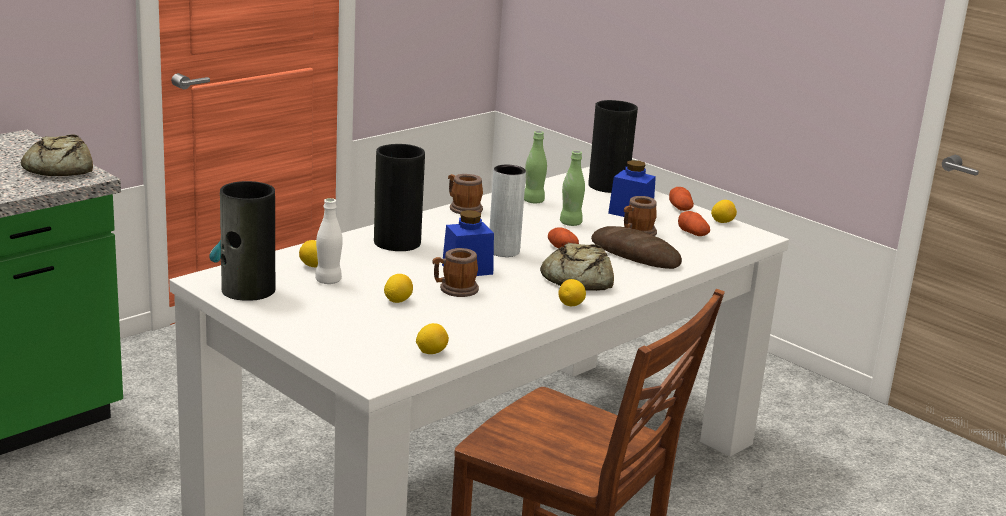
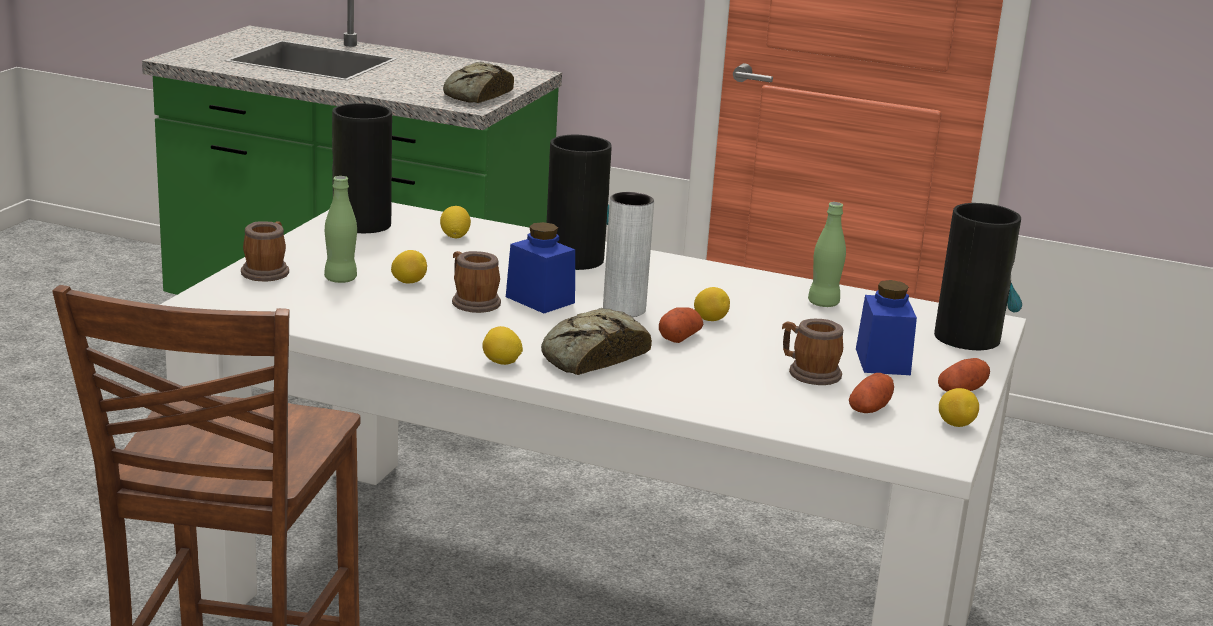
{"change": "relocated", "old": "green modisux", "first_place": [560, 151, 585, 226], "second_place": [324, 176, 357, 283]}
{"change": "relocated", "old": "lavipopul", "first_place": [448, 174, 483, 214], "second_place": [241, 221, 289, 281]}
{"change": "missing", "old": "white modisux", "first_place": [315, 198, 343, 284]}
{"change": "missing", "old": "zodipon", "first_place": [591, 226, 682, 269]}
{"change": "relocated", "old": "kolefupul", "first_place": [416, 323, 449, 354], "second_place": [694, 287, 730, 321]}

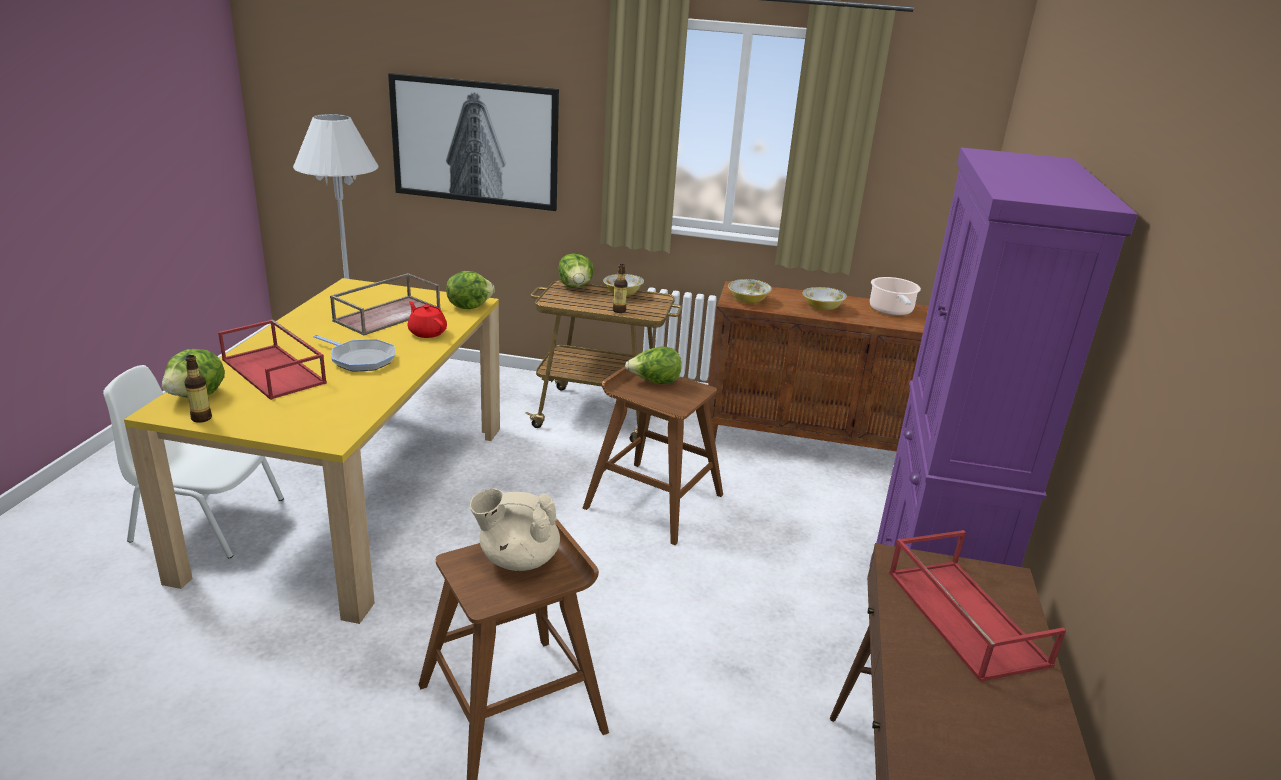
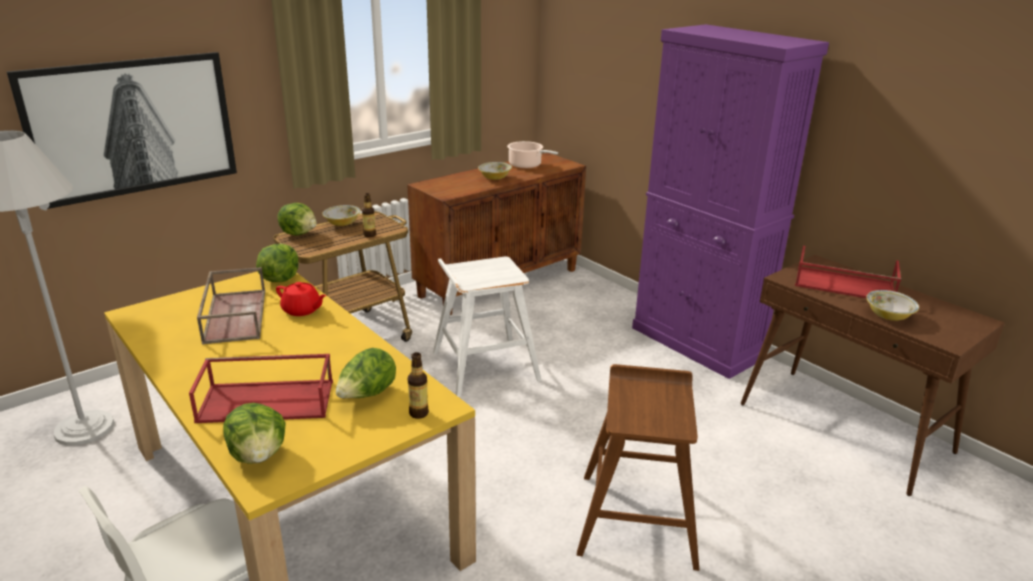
{"change": "relocated", "old": "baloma", "first_place": [728, 279, 772, 303], "second_place": [866, 290, 919, 321]}
{"change": "spun", "old": "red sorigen", "first_place": [408, 301, 447, 338], "second_place": [276, 282, 327, 316], "degrees": -150}
{"change": "missing", "old": "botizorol", "first_place": [313, 335, 395, 372]}
{"change": "relocated", "old": "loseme", "first_place": [625, 347, 681, 384], "second_place": [336, 348, 396, 398]}
{"change": "relocated", "old": "modisux", "first_place": [184, 355, 212, 423], "second_place": [408, 352, 429, 419]}
{"change": "colour", "old": "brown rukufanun", "new": "white rukufanun", "first_place": [583, 366, 723, 545], "second_place": [433, 257, 542, 397]}
{"change": "missing", "old": "beige sorigen", "first_place": [470, 488, 560, 571]}

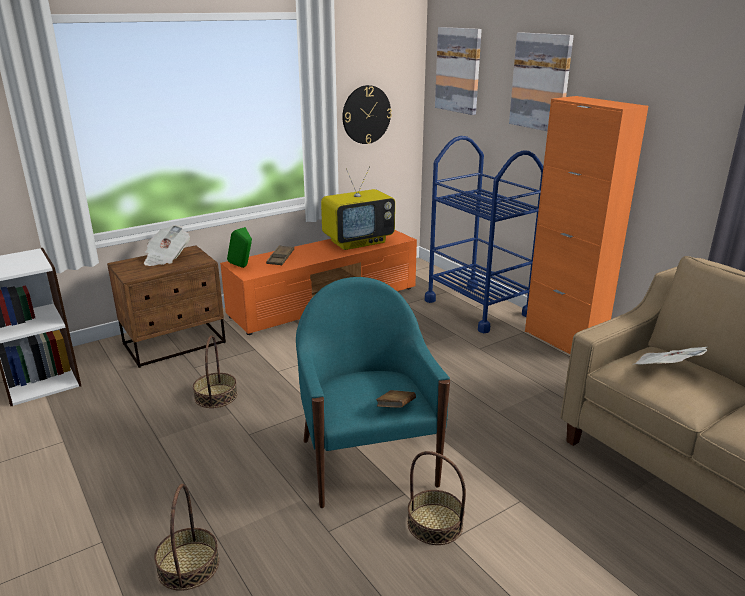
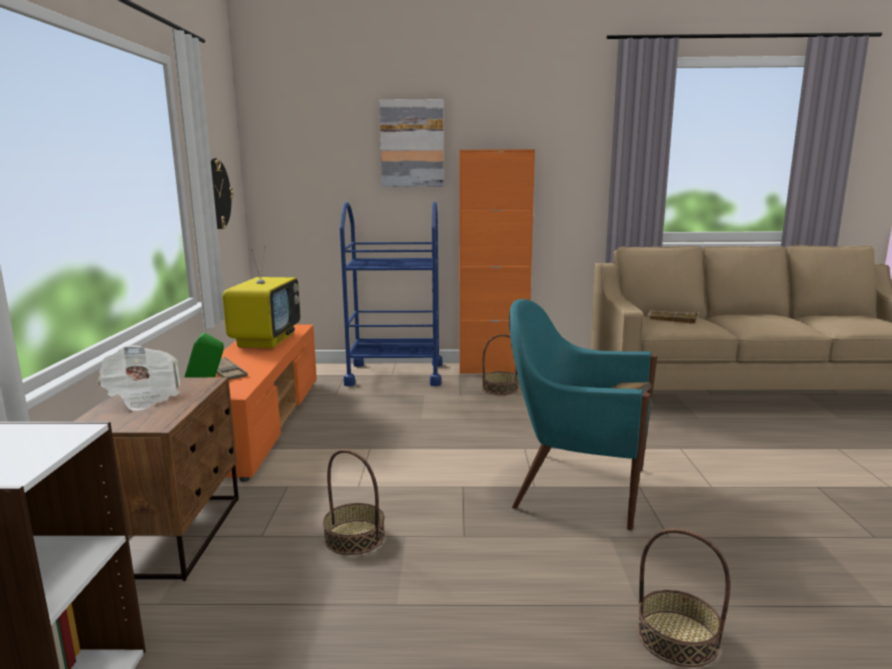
{"change": "missing", "old": "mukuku", "first_place": [435, 27, 482, 115]}
{"change": "exchanged", "old": "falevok", "new": "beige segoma", "first_place": [632, 347, 707, 365], "second_place": [648, 310, 700, 324]}
{"change": "relocated", "old": "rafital", "first_place": [407, 451, 466, 545], "second_place": [482, 334, 519, 395]}

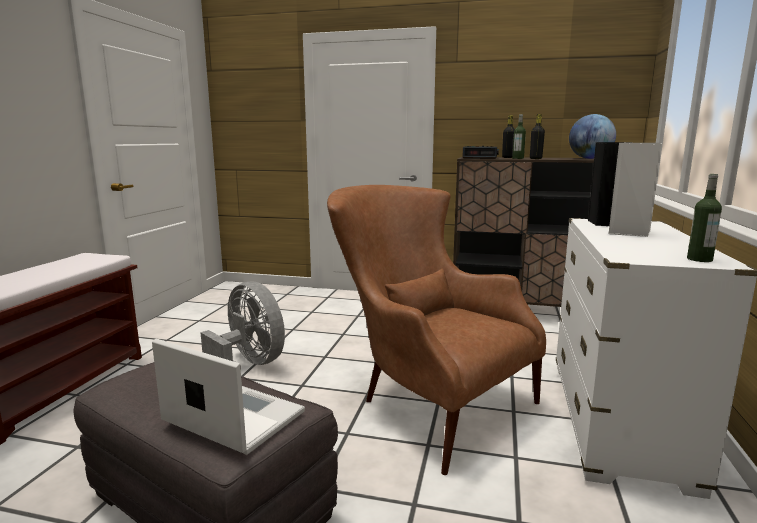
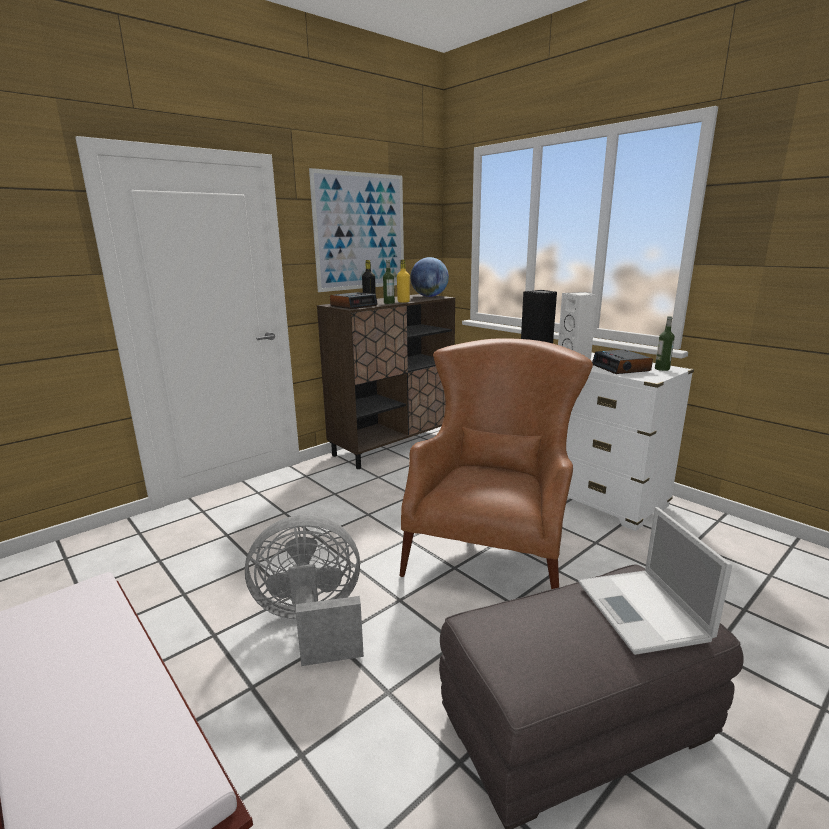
{"change": "colour", "old": "black modisux", "new": "yellow modisux", "first_place": [530, 114, 545, 159], "second_place": [397, 259, 410, 303]}
{"change": "spun", "old": "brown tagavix", "first_place": [327, 185, 546, 475], "second_place": [400, 338, 593, 589], "degrees": 120}
{"change": "spun", "old": "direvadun", "first_place": [152, 339, 305, 455], "second_place": [578, 507, 732, 655], "degrees": -75}
{"change": "appeared", "new": "mukuku", "second_place": [309, 168, 404, 292]}
{"change": "appeared", "new": "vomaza", "second_place": [592, 350, 653, 374]}

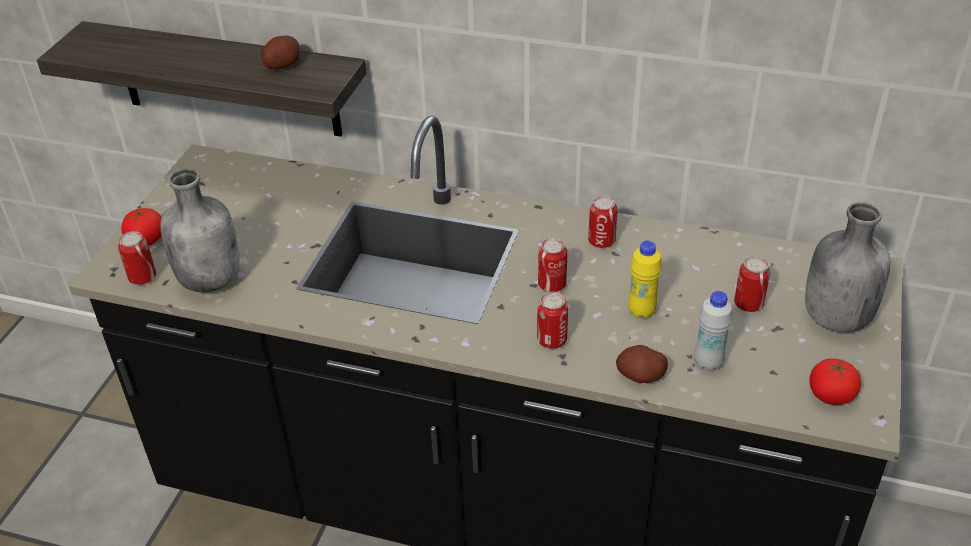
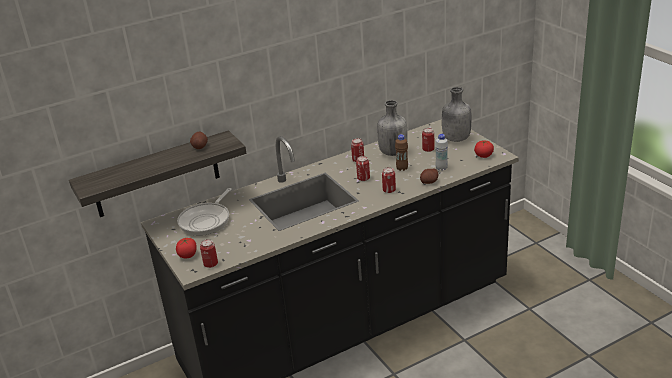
{"change": "relocated", "old": "grey modisux", "first_place": [160, 168, 240, 292], "second_place": [377, 100, 408, 156]}
{"change": "colour", "old": "yellow modisux", "new": "brown modisux", "first_place": [628, 241, 662, 319], "second_place": [395, 134, 408, 171]}
{"change": "appeared", "new": "botizorol", "second_place": [177, 188, 232, 236]}

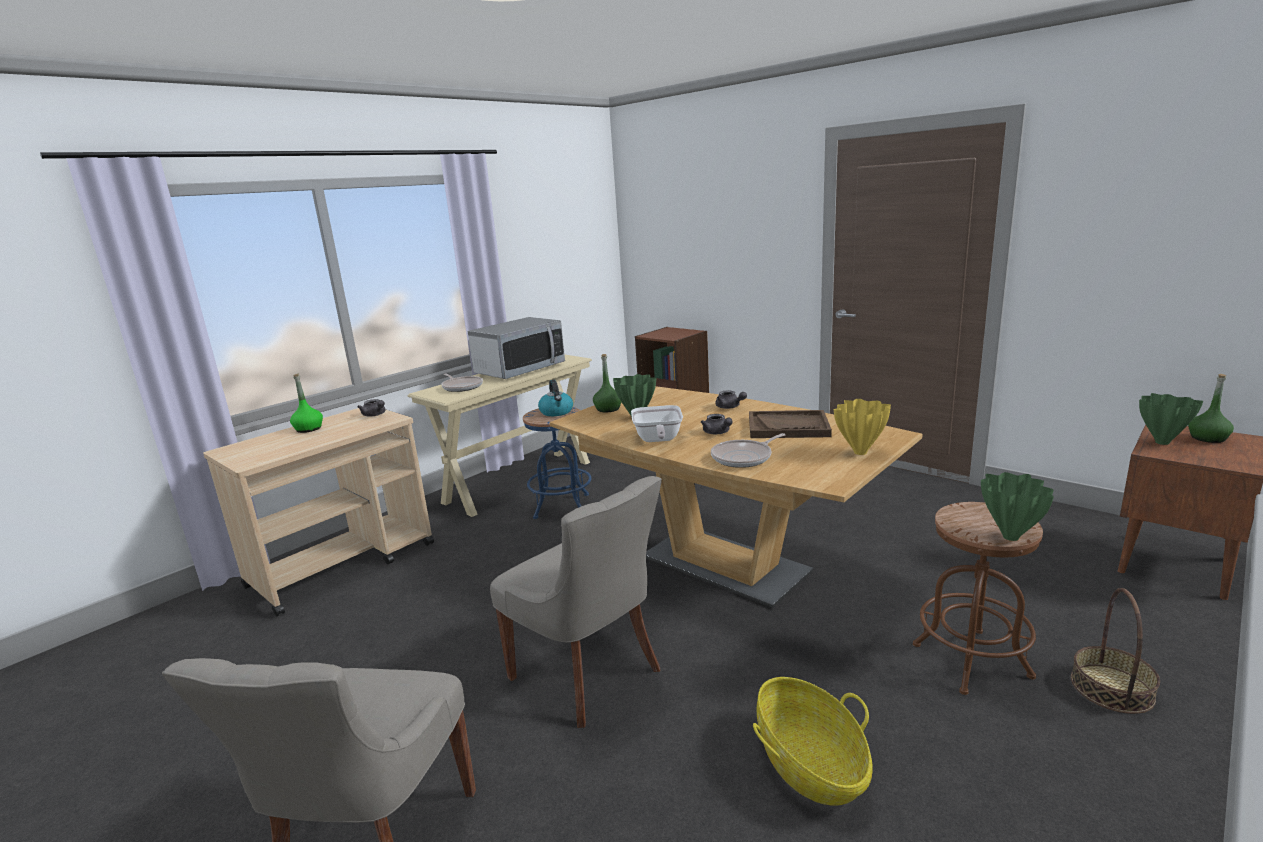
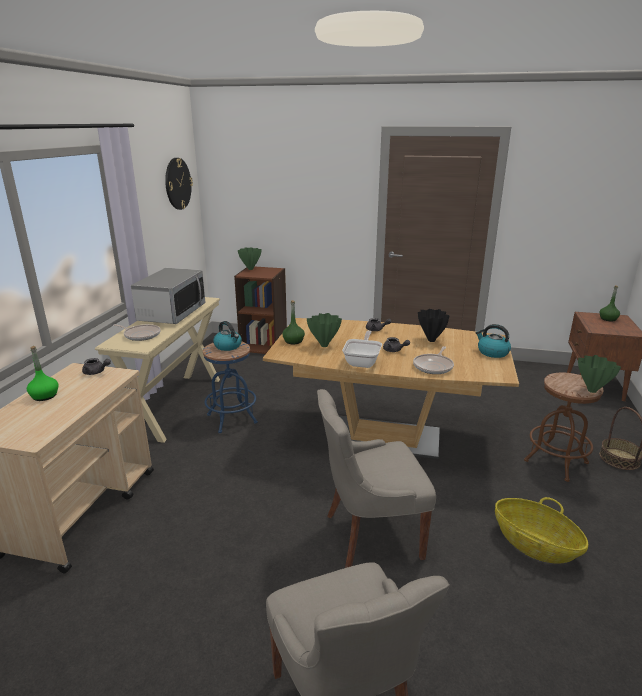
{"change": "relocated", "old": "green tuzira", "first_place": [1139, 393, 1203, 445], "second_place": [238, 247, 262, 270]}
{"change": "exchanged", "old": "yellow tuzira", "new": "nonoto", "first_place": [834, 399, 891, 455], "second_place": [476, 324, 511, 358]}
{"change": "spun", "old": "botizorol", "first_place": [631, 405, 683, 442], "second_place": [342, 331, 382, 368], "degrees": -135}
{"change": "exchanged", "old": "brown segoma", "new": "black tuzira", "first_place": [749, 410, 832, 438], "second_place": [418, 309, 450, 342]}
{"change": "spun", "old": "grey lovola", "first_place": [490, 476, 662, 728], "second_place": [317, 389, 436, 568], "degrees": 150}
{"change": "appeared", "new": "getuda", "second_place": [165, 158, 193, 210]}

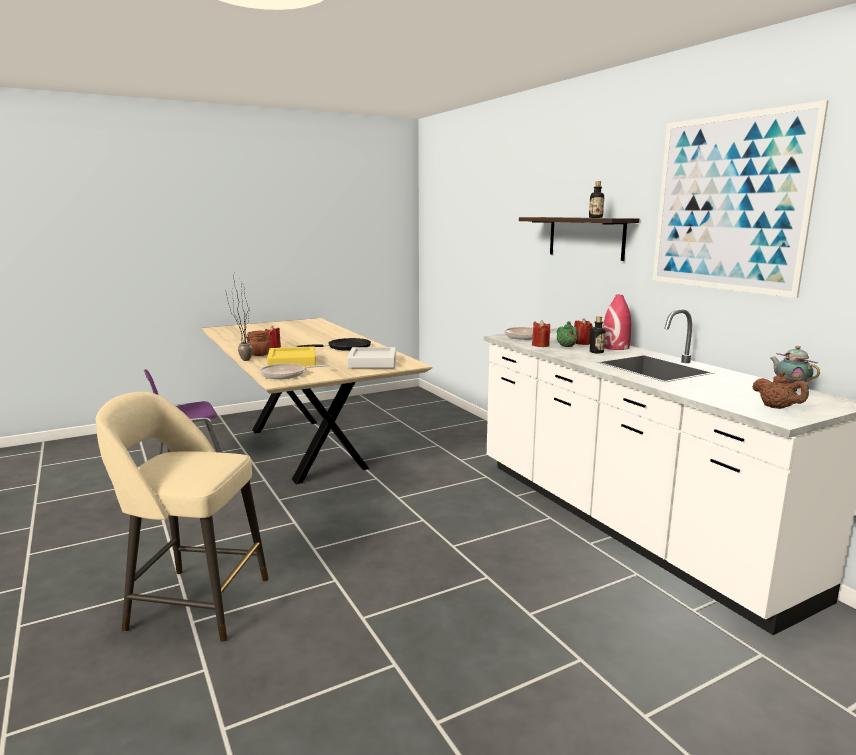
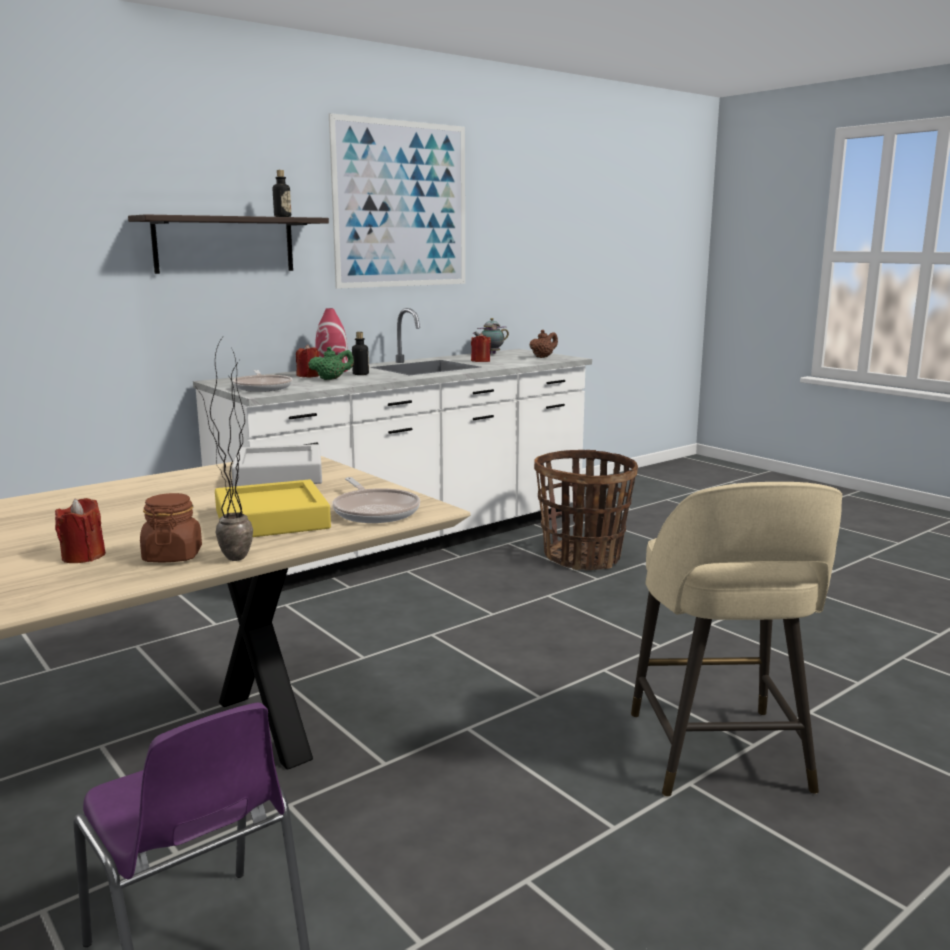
{"change": "relocated", "old": "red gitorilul", "first_place": [532, 320, 550, 347], "second_place": [471, 333, 491, 362]}
{"change": "missing", "old": "black botizorol", "first_place": [297, 338, 371, 351]}
{"change": "appeared", "new": "rafital", "second_place": [534, 450, 638, 570]}

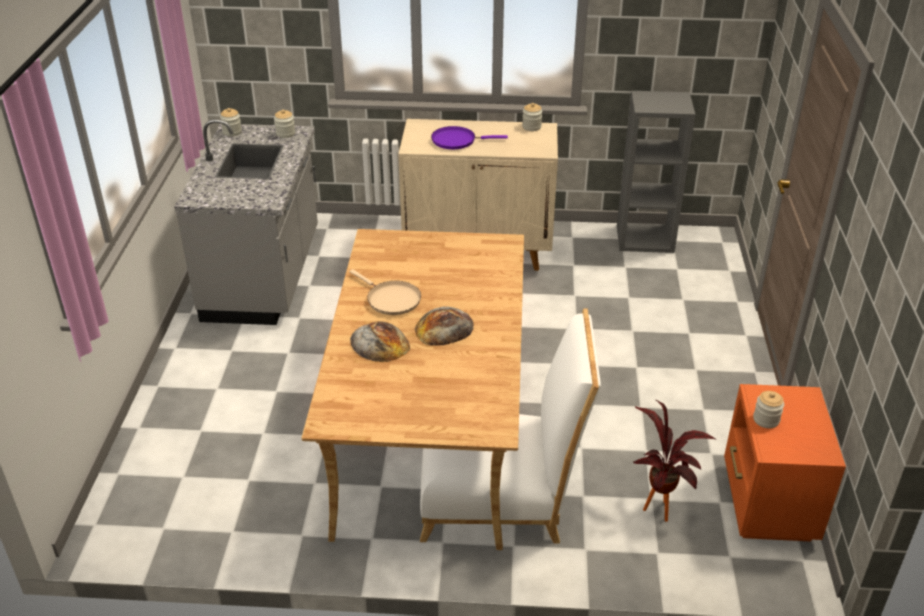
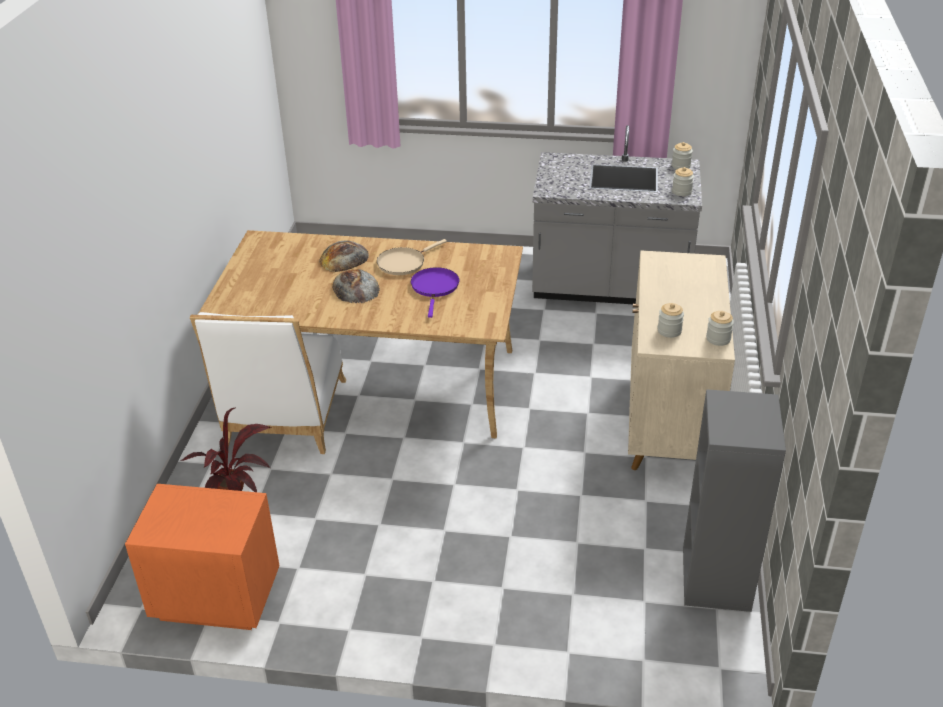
{"change": "relocated", "old": "purple botizorol", "first_place": [431, 126, 508, 149], "second_place": [411, 267, 459, 318]}
{"change": "relocated", "old": "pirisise", "first_place": [753, 391, 784, 428], "second_place": [658, 303, 684, 338]}

